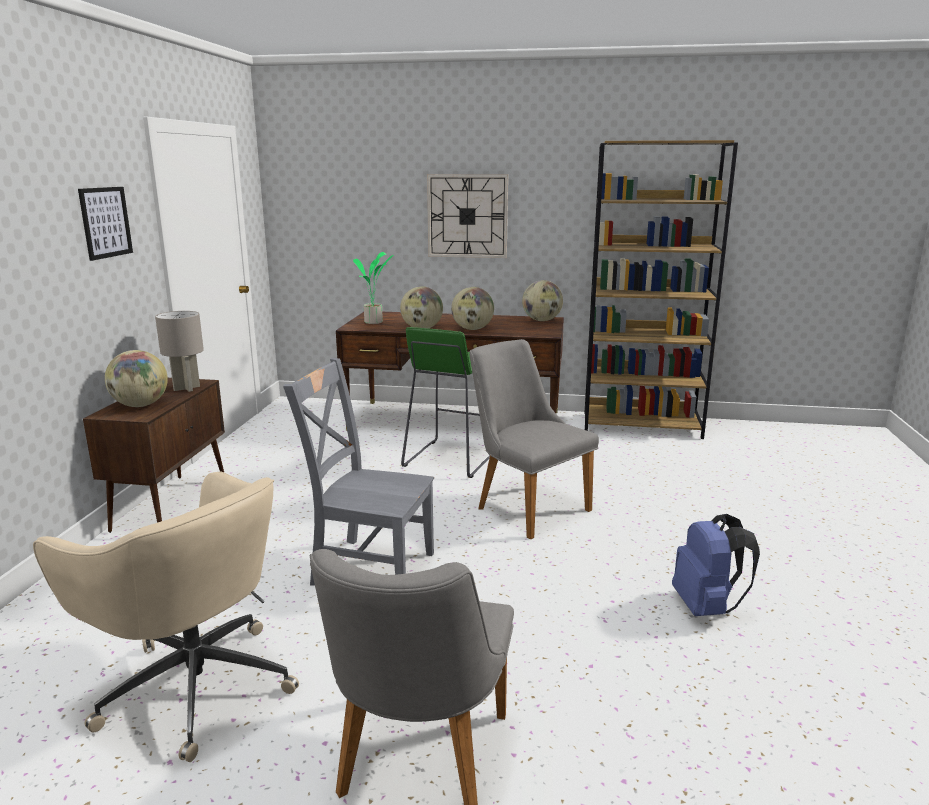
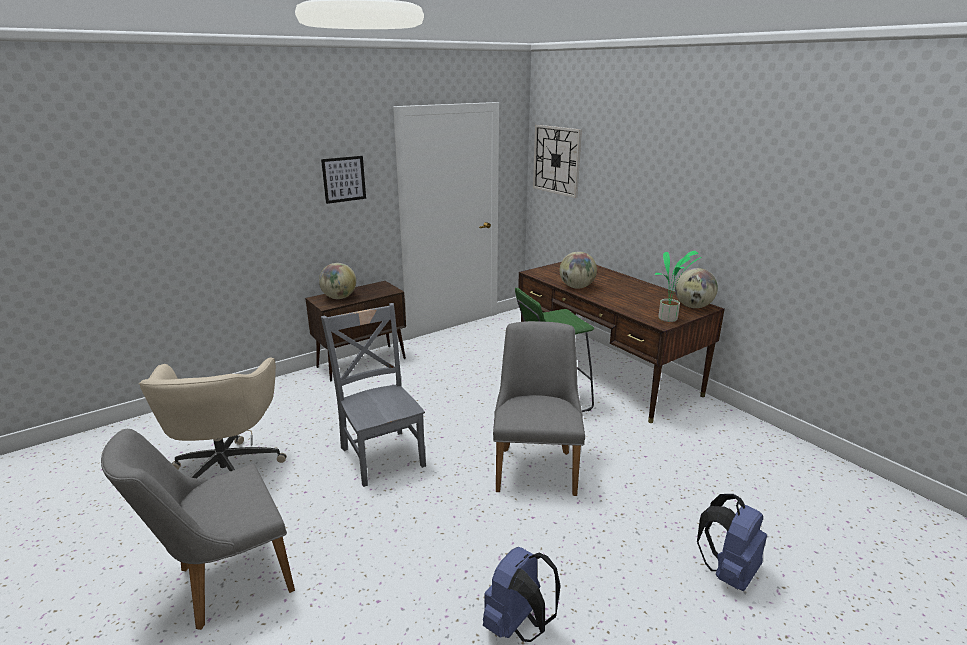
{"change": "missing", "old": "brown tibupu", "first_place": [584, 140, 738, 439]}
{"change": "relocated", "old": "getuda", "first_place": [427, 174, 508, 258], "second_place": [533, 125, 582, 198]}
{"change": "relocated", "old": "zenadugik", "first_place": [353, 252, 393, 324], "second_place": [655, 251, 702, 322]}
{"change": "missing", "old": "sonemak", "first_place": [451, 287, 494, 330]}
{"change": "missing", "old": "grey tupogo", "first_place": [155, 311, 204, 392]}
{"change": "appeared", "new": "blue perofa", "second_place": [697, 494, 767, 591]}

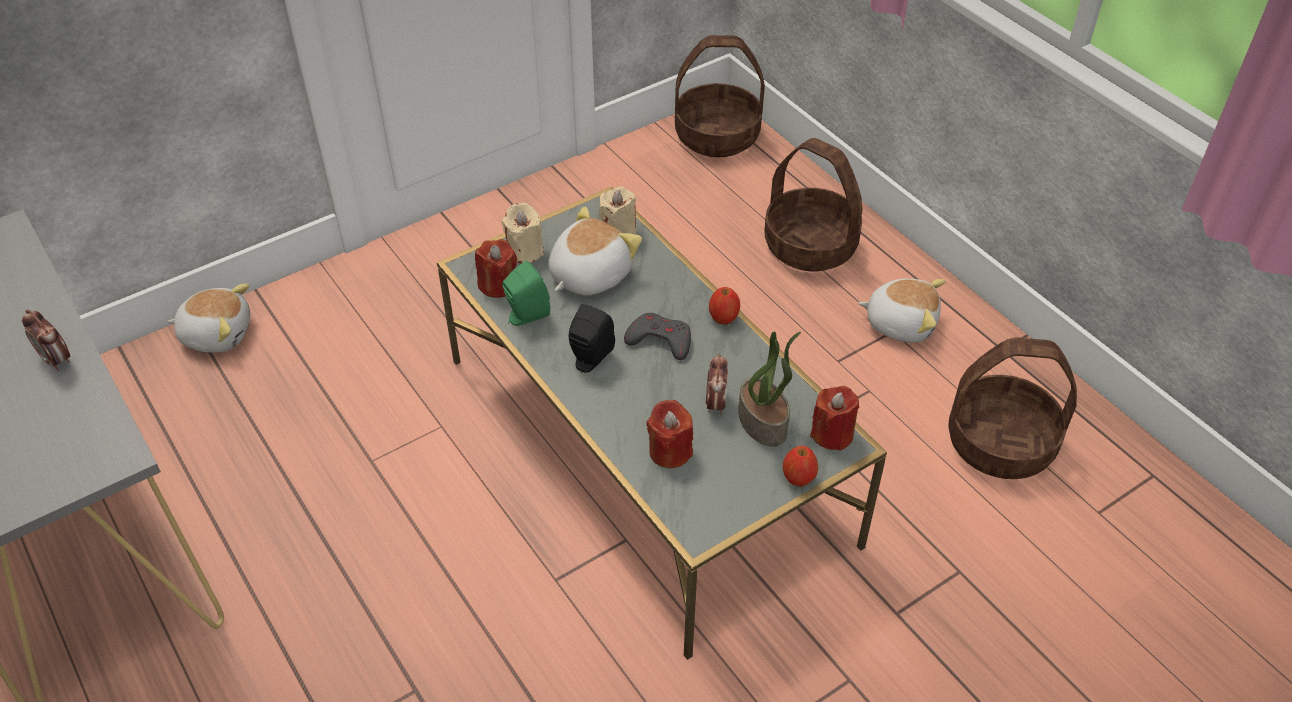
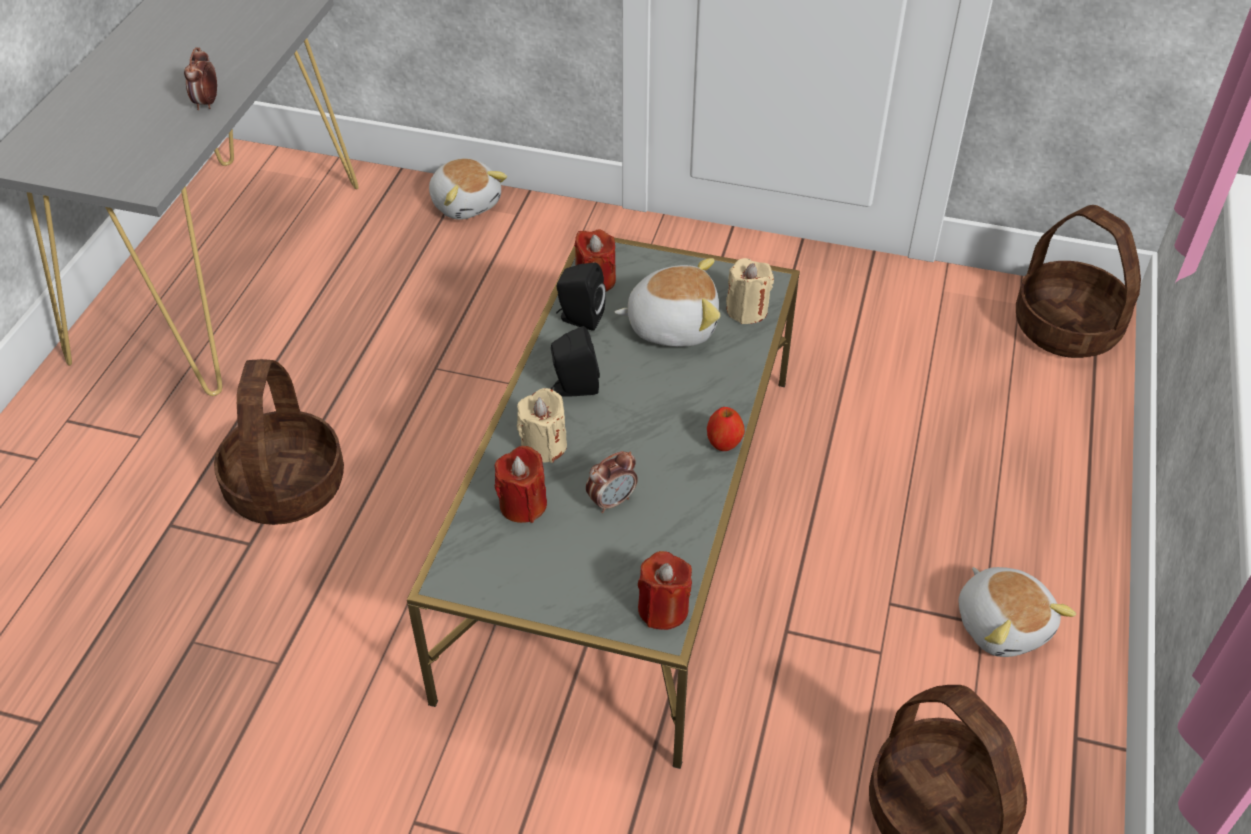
{"change": "relocated", "old": "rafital", "first_place": [764, 138, 863, 271], "second_place": [214, 359, 344, 525]}
{"change": "relocated", "old": "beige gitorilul", "first_place": [502, 203, 544, 264], "second_place": [517, 388, 567, 463]}
{"change": "colour", "old": "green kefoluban", "new": "black kefoluban", "first_place": [502, 260, 550, 326], "second_place": [556, 263, 606, 331]}
{"change": "missing", "old": "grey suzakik", "first_place": [624, 313, 691, 360]}
{"change": "missing", "old": "zenadugik", "first_place": [738, 331, 801, 447]}
{"change": "missing", "old": "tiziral", "first_place": [783, 446, 818, 487]}

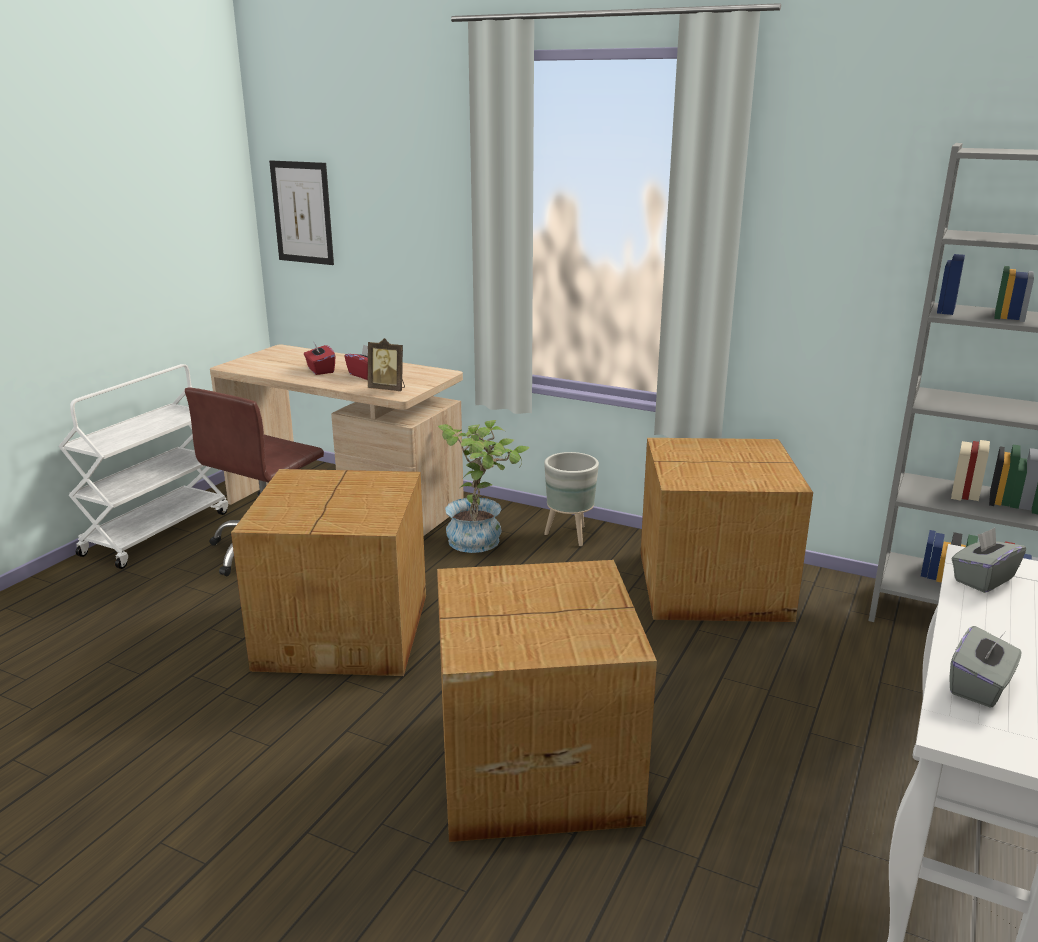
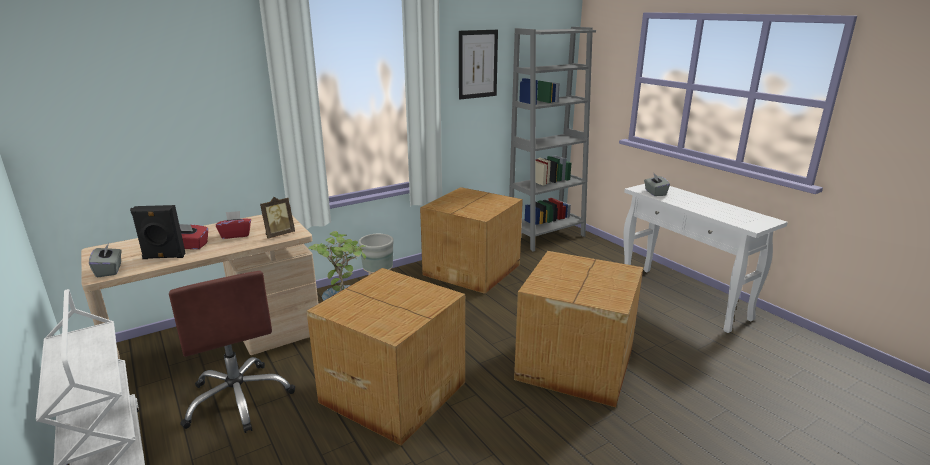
{"change": "relocated", "old": "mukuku", "first_place": [269, 160, 334, 265], "second_place": [459, 30, 498, 100]}
{"change": "relocated", "old": "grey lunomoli", "first_place": [949, 626, 1022, 708], "second_place": [89, 243, 122, 278]}
{"change": "appeared", "new": "black kefoluban", "second_place": [130, 205, 186, 259]}

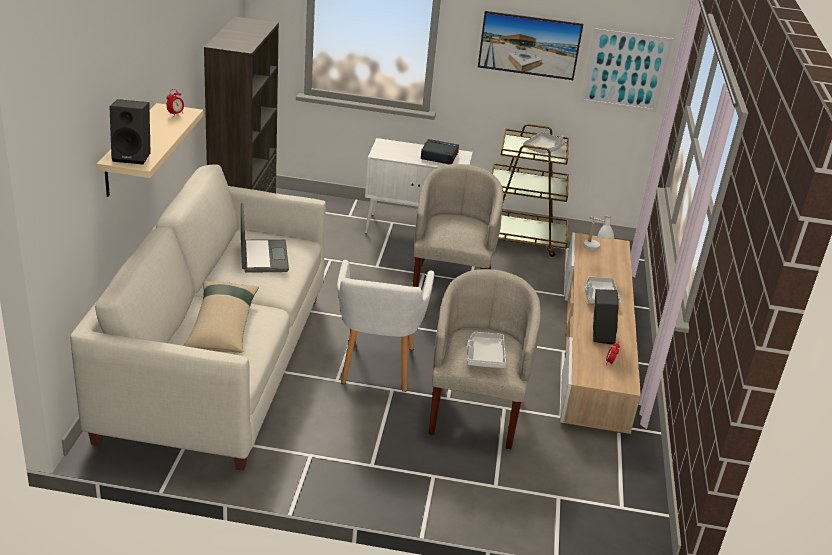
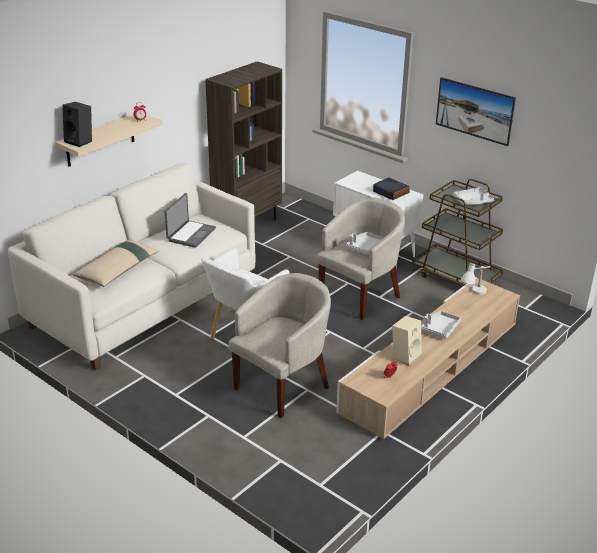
{"change": "missing", "old": "mukuku", "first_place": [581, 28, 673, 112]}
{"change": "colour", "old": "black kefoluban", "new": "beige kefoluban", "first_place": [593, 289, 619, 345], "second_place": [392, 316, 422, 366]}
{"change": "relocated", "old": "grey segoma", "first_place": [467, 332, 506, 368], "second_place": [346, 232, 384, 255]}

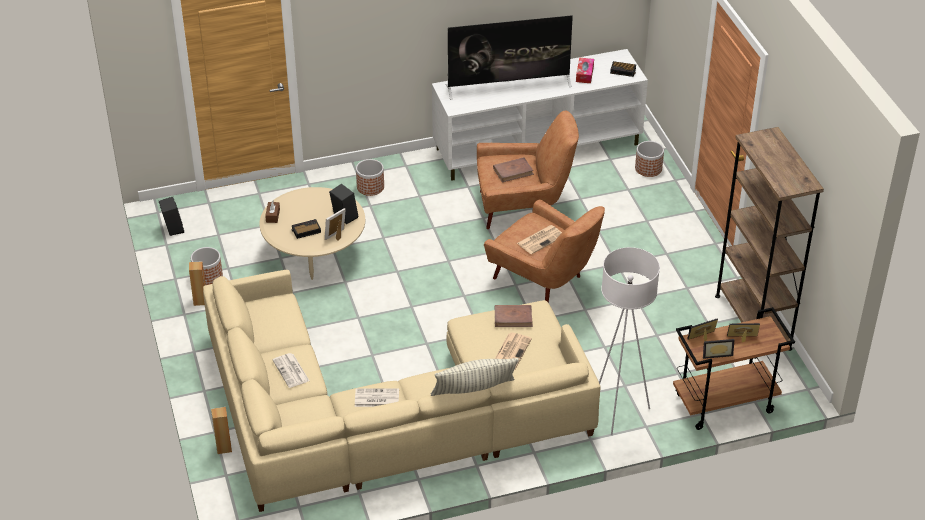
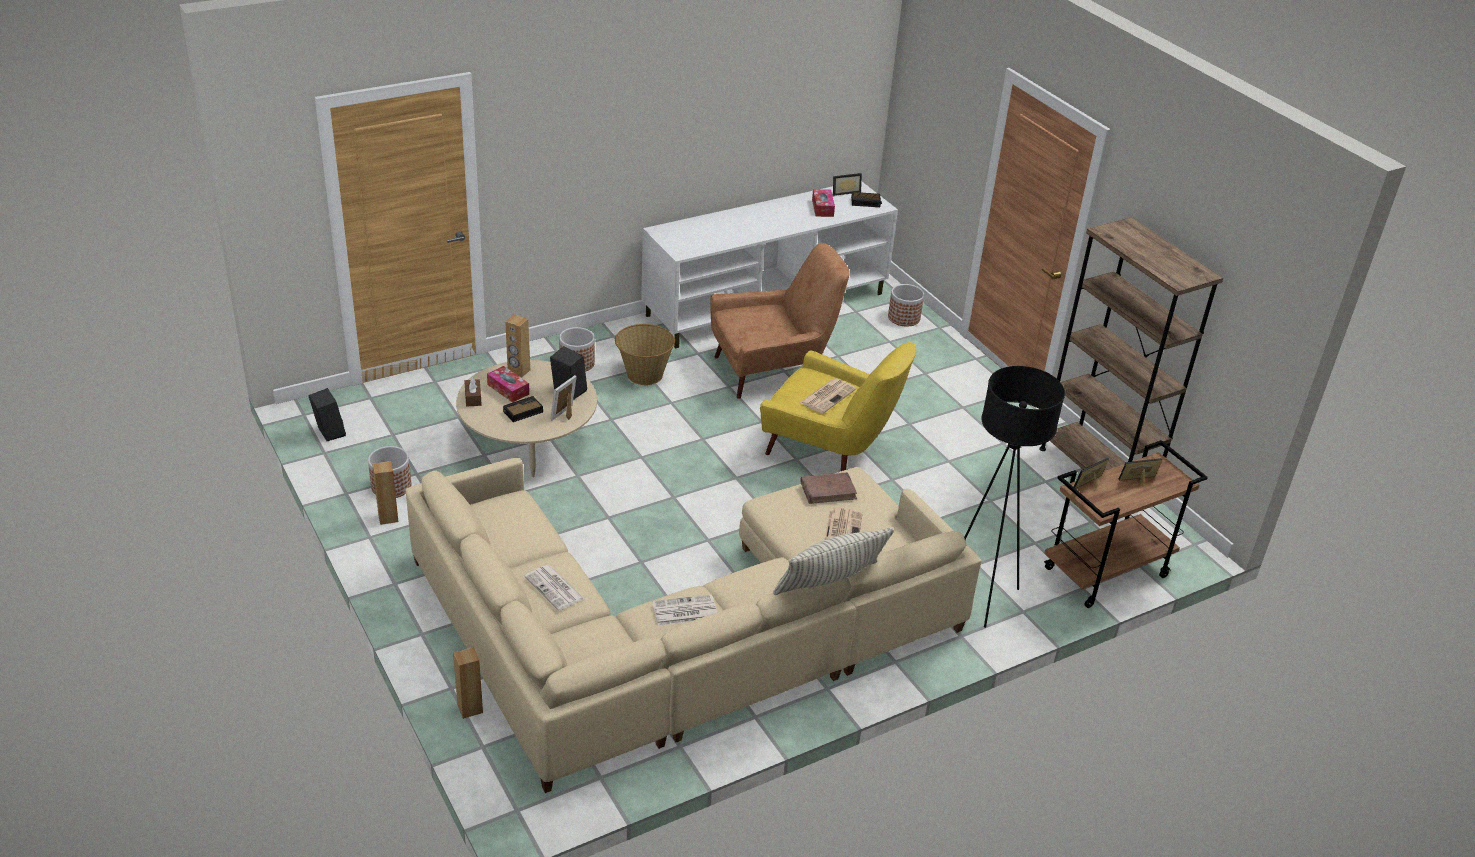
{"change": "missing", "old": "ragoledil", "first_place": [446, 15, 573, 100]}
{"change": "missing", "old": "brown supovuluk", "first_place": [493, 157, 534, 182]}
{"change": "colour", "old": "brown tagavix", "new": "yellow tagavix", "first_place": [484, 200, 605, 303], "second_place": [760, 342, 916, 471]}
{"change": "colour", "old": "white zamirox", "new": "black zamirox", "first_place": [599, 247, 660, 435], "second_place": [964, 366, 1065, 628]}
{"change": "relocated", "old": "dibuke", "first_place": [703, 339, 734, 359], "second_place": [833, 173, 862, 196]}
{"change": "appeared", "new": "brown kefoluban", "second_place": [505, 314, 530, 377]}
{"change": "appeared", "new": "rafital", "second_place": [615, 324, 675, 385]}
{"change": "appeared", "new": "lunomoli", "second_place": [487, 366, 529, 403]}

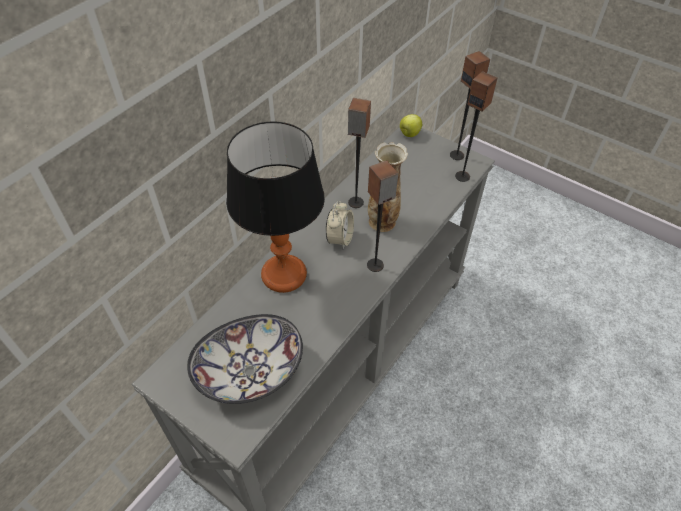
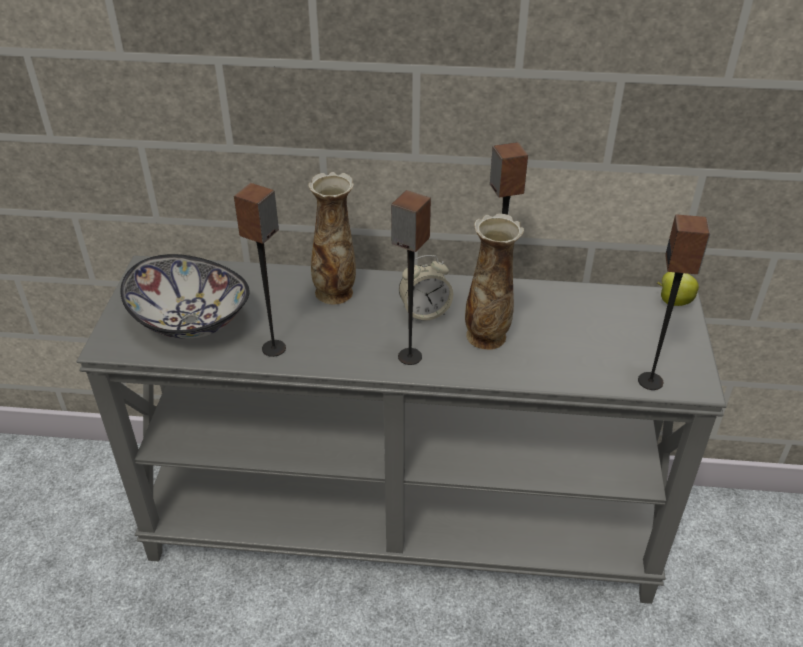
{"change": "relocated", "old": "kefoluban", "first_place": [450, 51, 491, 160], "second_place": [234, 183, 286, 357]}
{"change": "exchanged", "old": "tupogo", "new": "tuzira", "first_place": [226, 121, 325, 293], "second_place": [308, 172, 356, 304]}

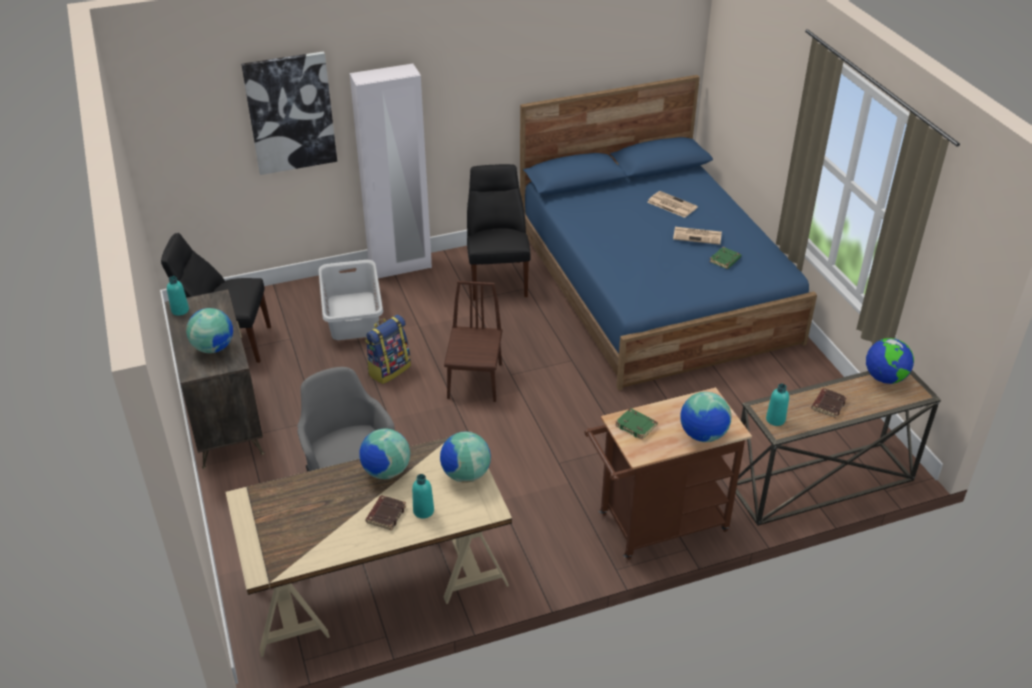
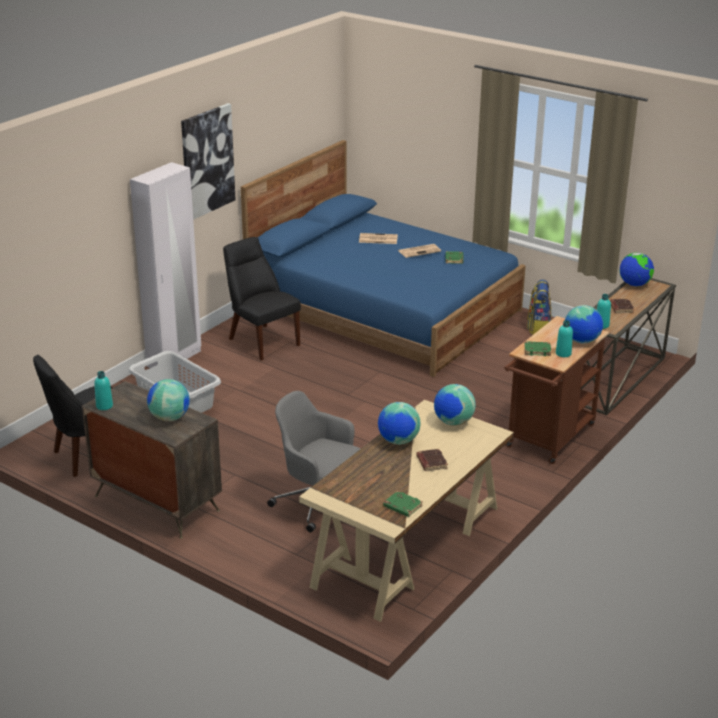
{"change": "relocated", "old": "mukuku", "first_place": [241, 51, 337, 175], "second_place": [181, 103, 236, 220]}
{"change": "missing", "old": "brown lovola", "first_place": [444, 281, 502, 402]}
{"change": "relocated", "old": "perofa", "first_place": [365, 315, 411, 384], "second_place": [527, 280, 551, 334]}
{"change": "relocated", "old": "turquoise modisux", "first_place": [412, 474, 434, 519], "second_place": [556, 320, 573, 357]}
{"change": "appeared", "new": "green supovuluk", "second_place": [383, 491, 423, 517]}

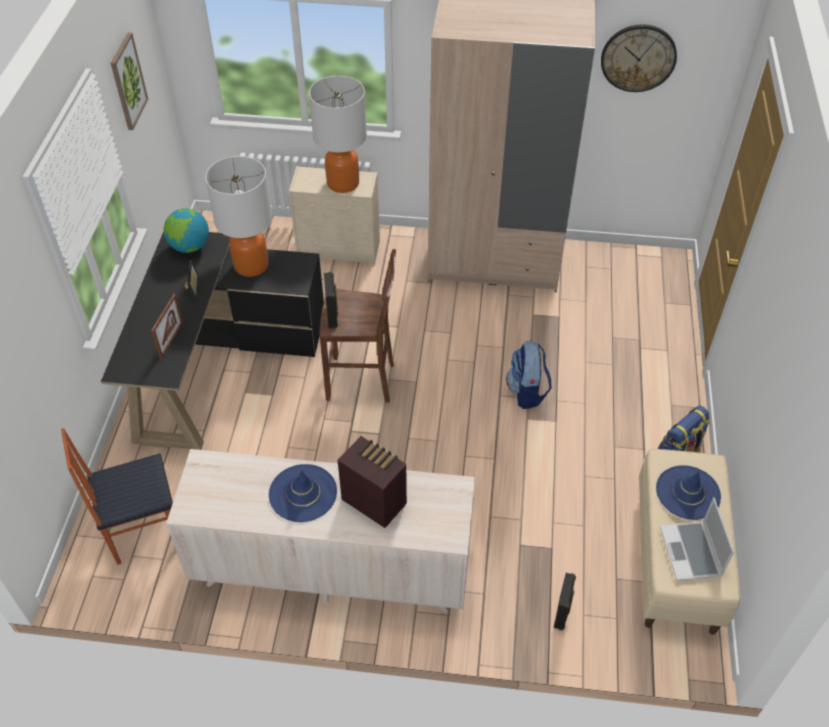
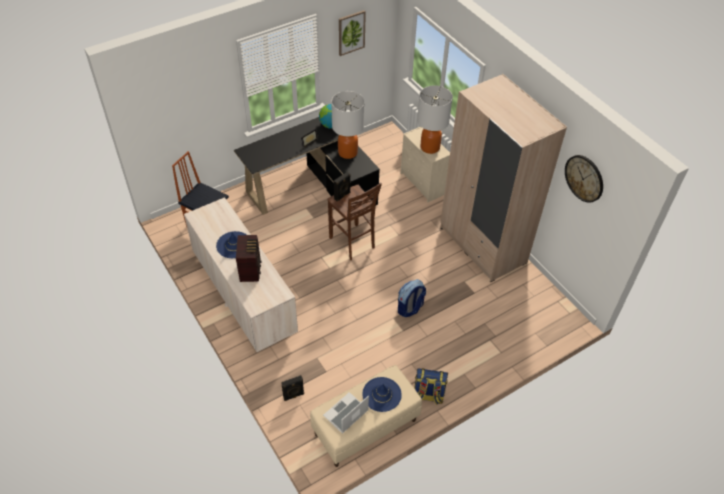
{"change": "missing", "old": "dibuke", "first_place": [151, 294, 183, 359]}

